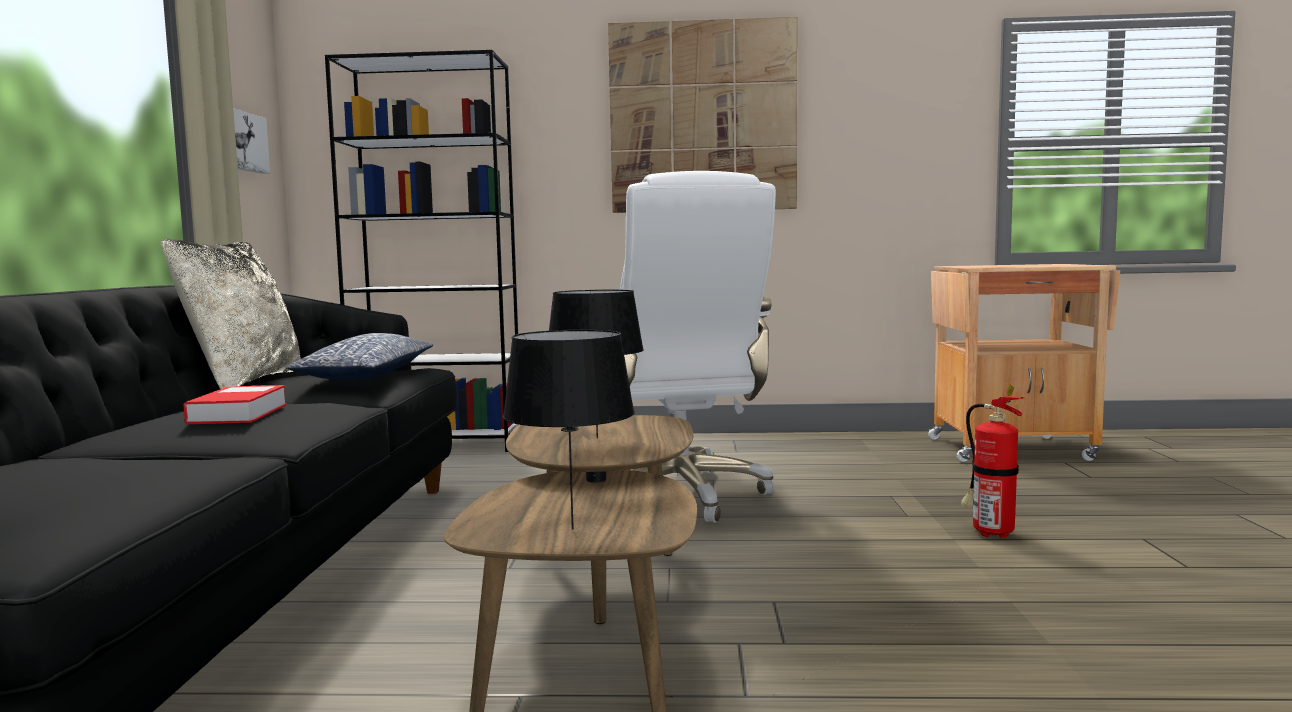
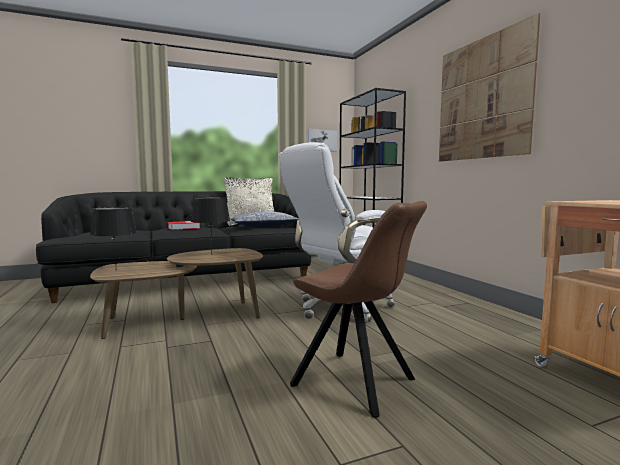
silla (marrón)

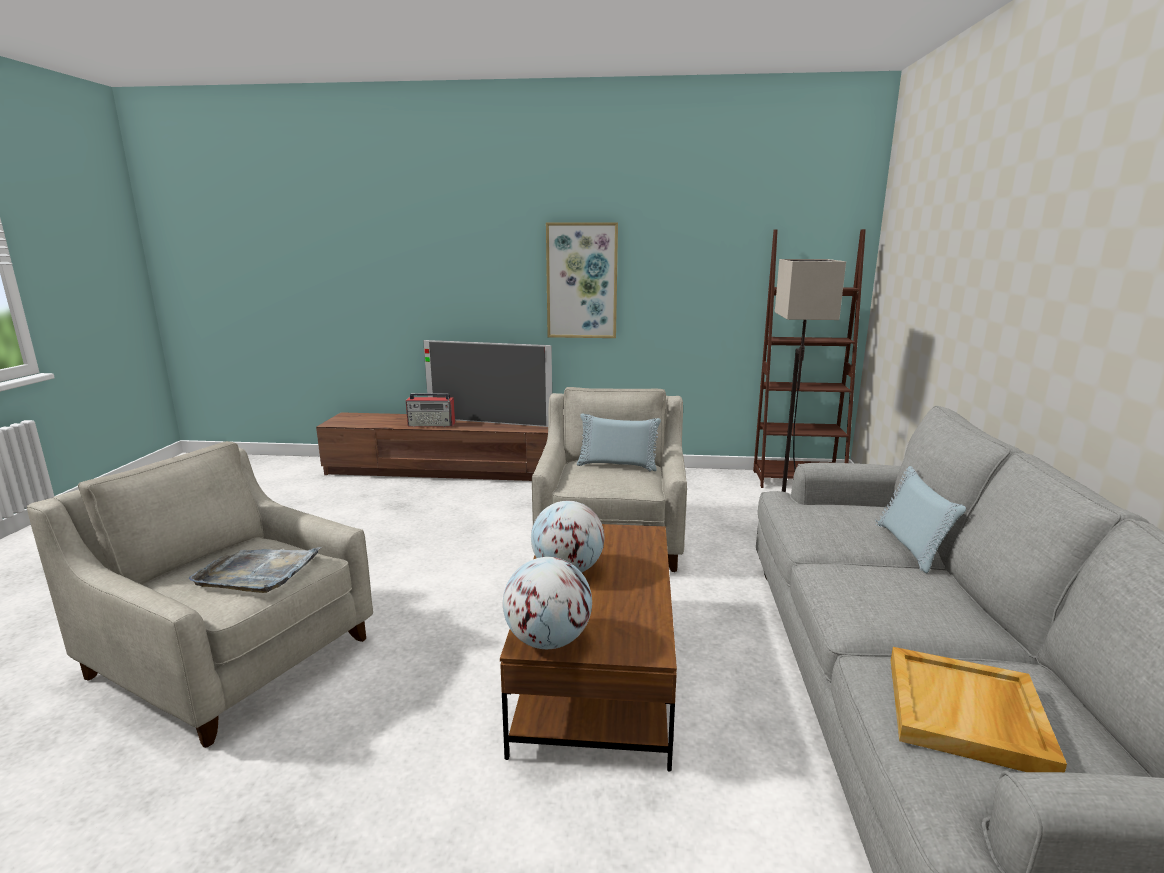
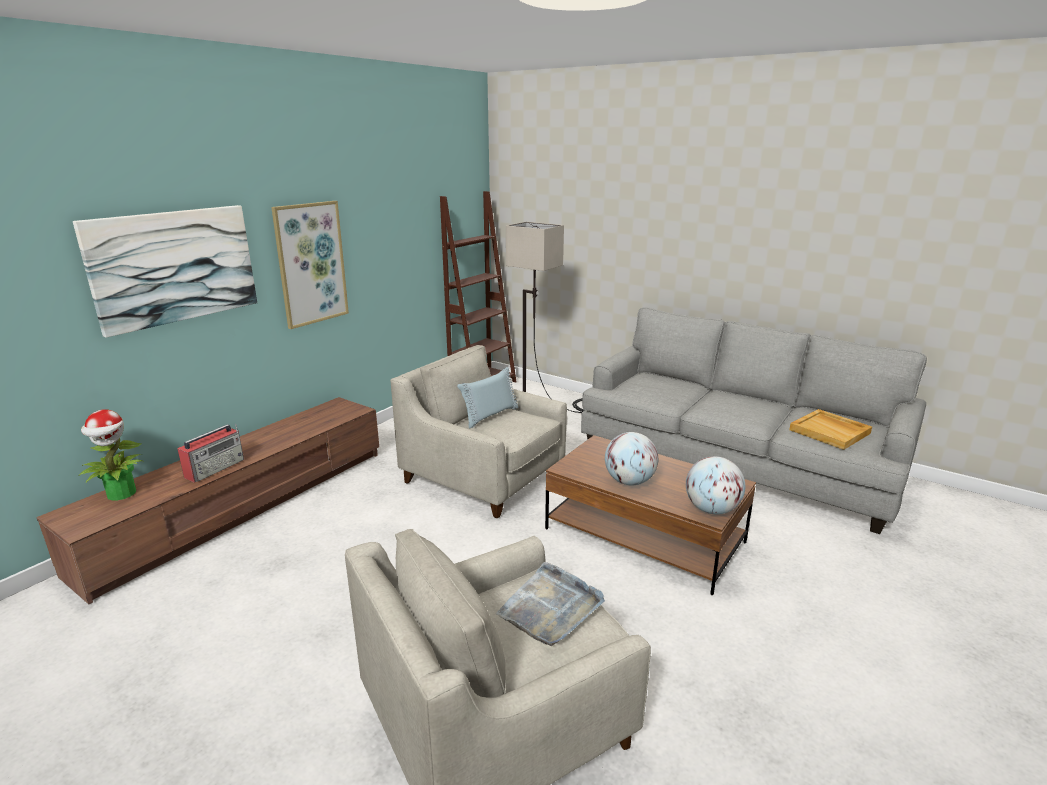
cuadro (no. 1 from left)
planta en maceta
televisor
cojín (azul) (no. 2 from left in the first image)

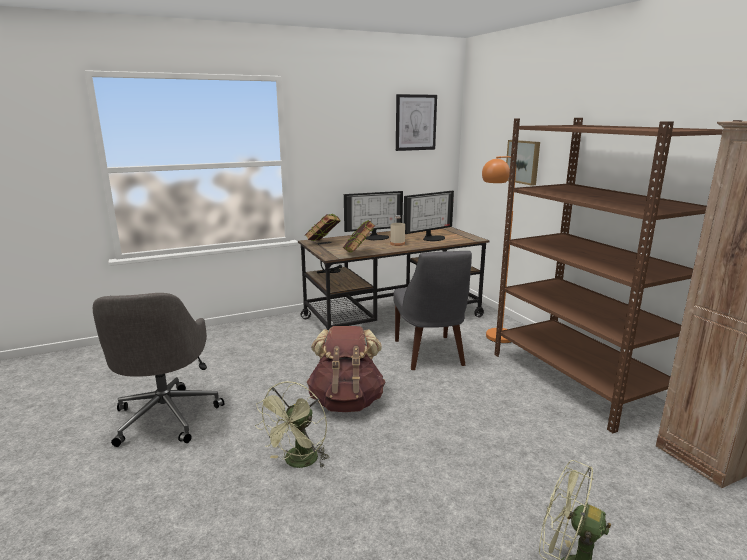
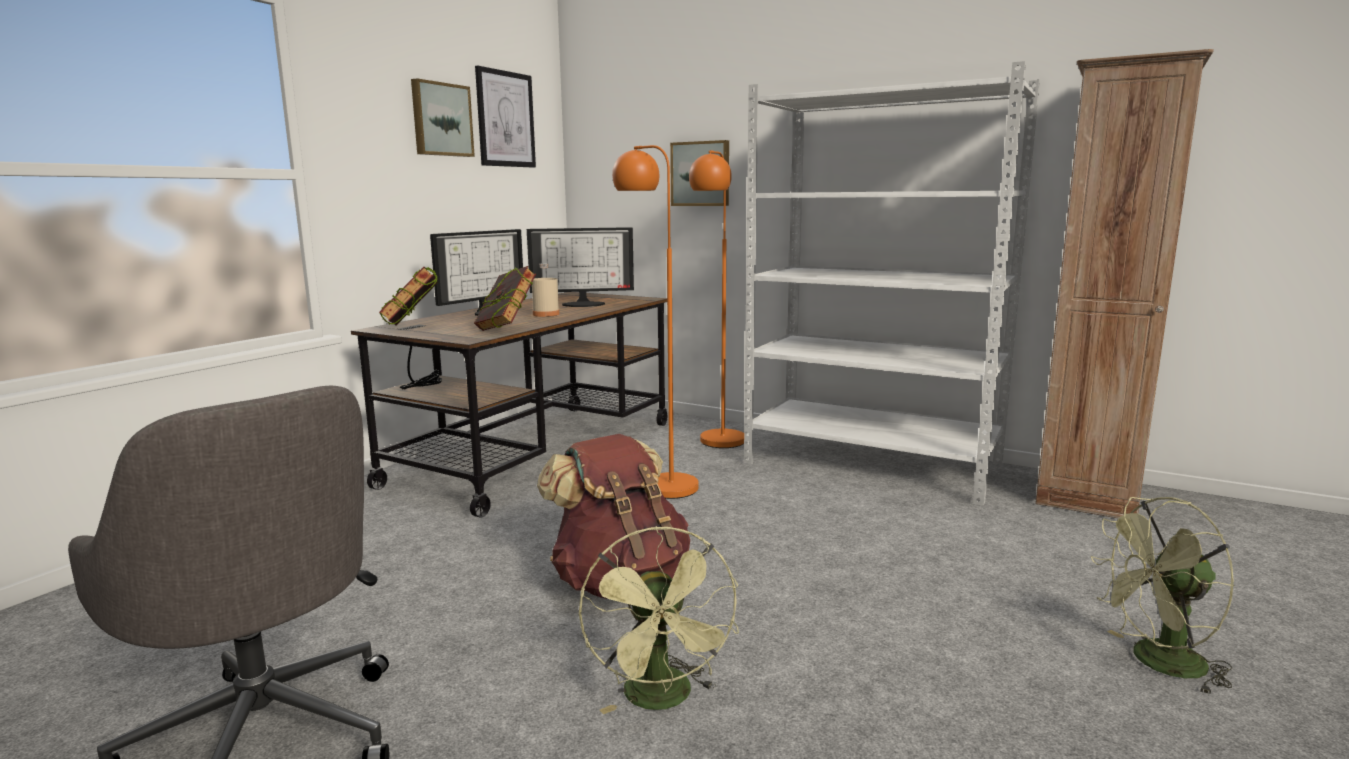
cuadro (no. 1 from left)
monitor (no. 2 from left)
lámpara de pie (naranja) (no. 1 from left)
estantería (blanco)

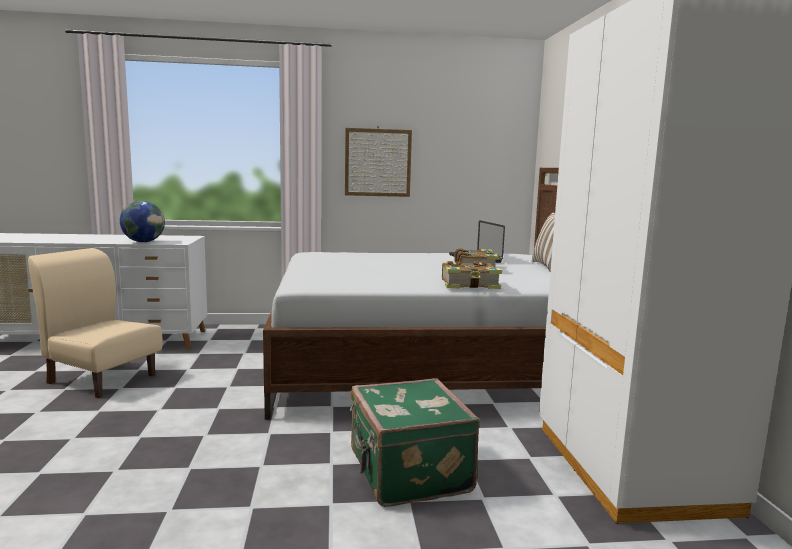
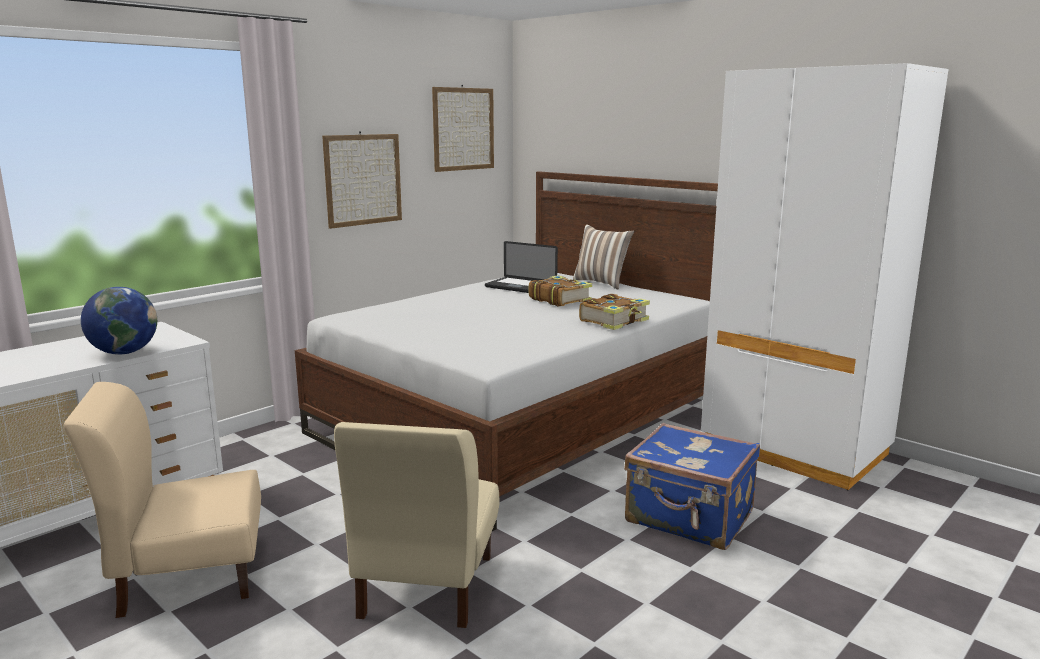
silla (beis) (no. 2 from left)
cuadro (no. 2 from left)
maleta (azul)

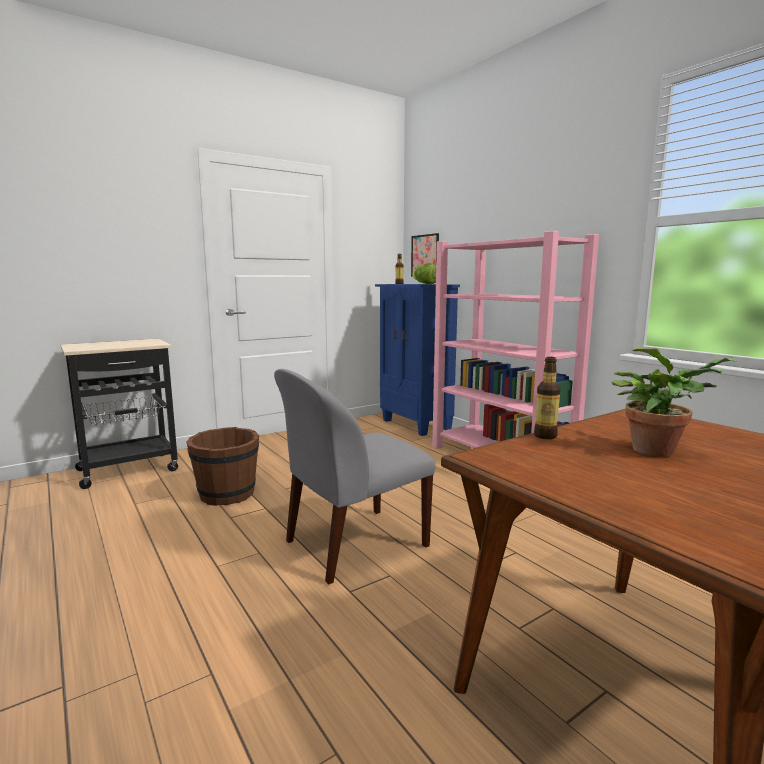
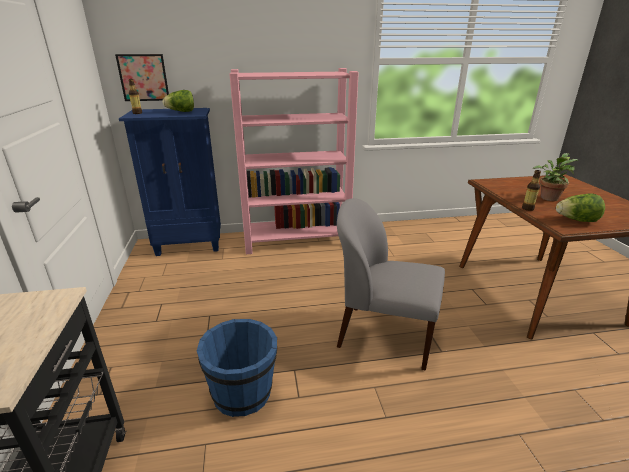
cubo (azul)
silla (gris)
lechuga (no. 2 from left)

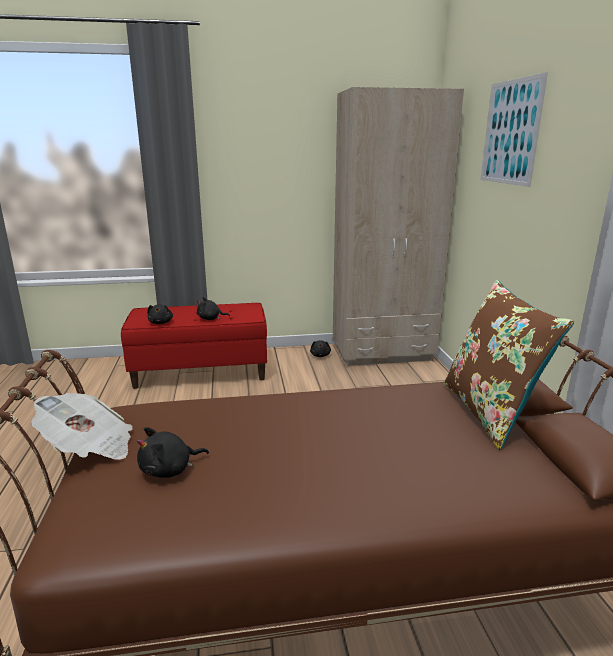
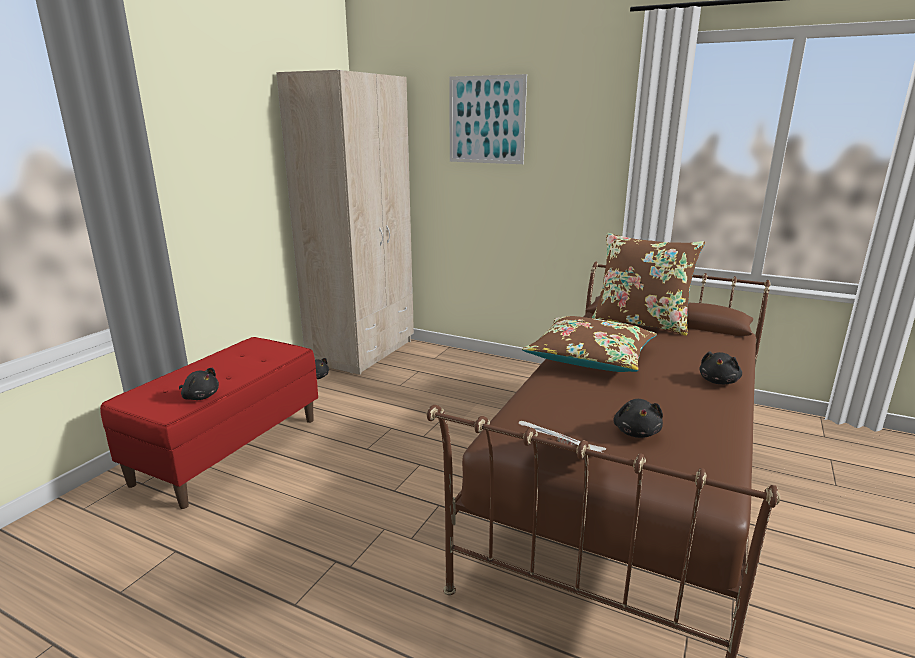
cojín (marrón) (no. 1 from left)
peluche (negro) (no. 4 from left)

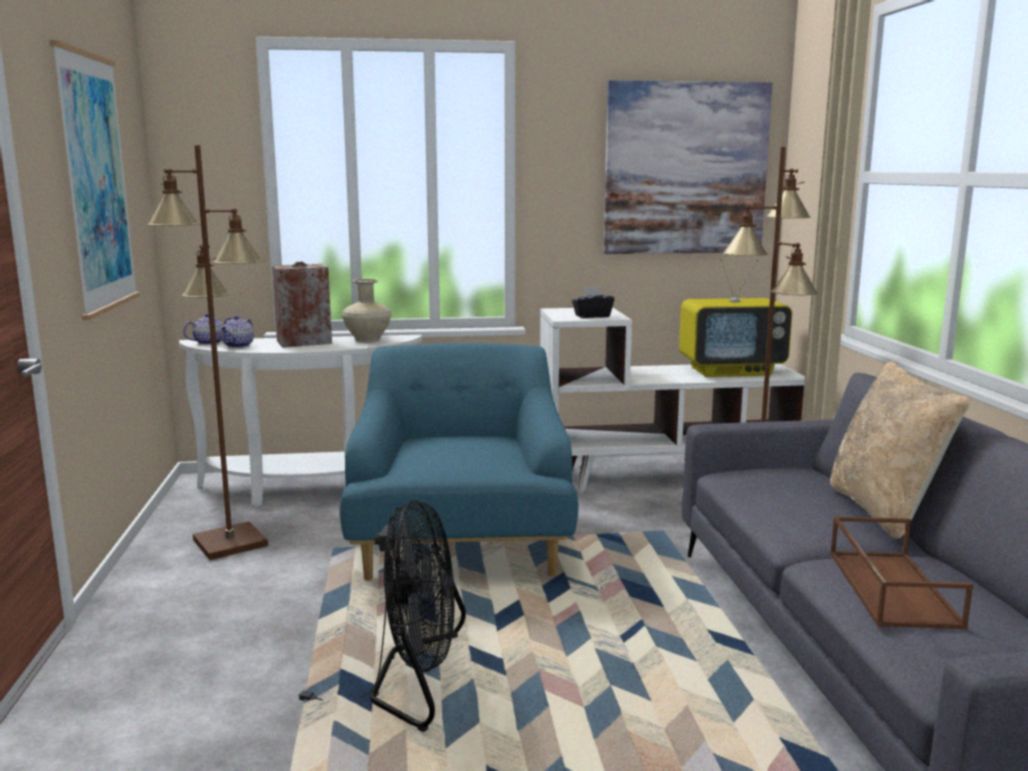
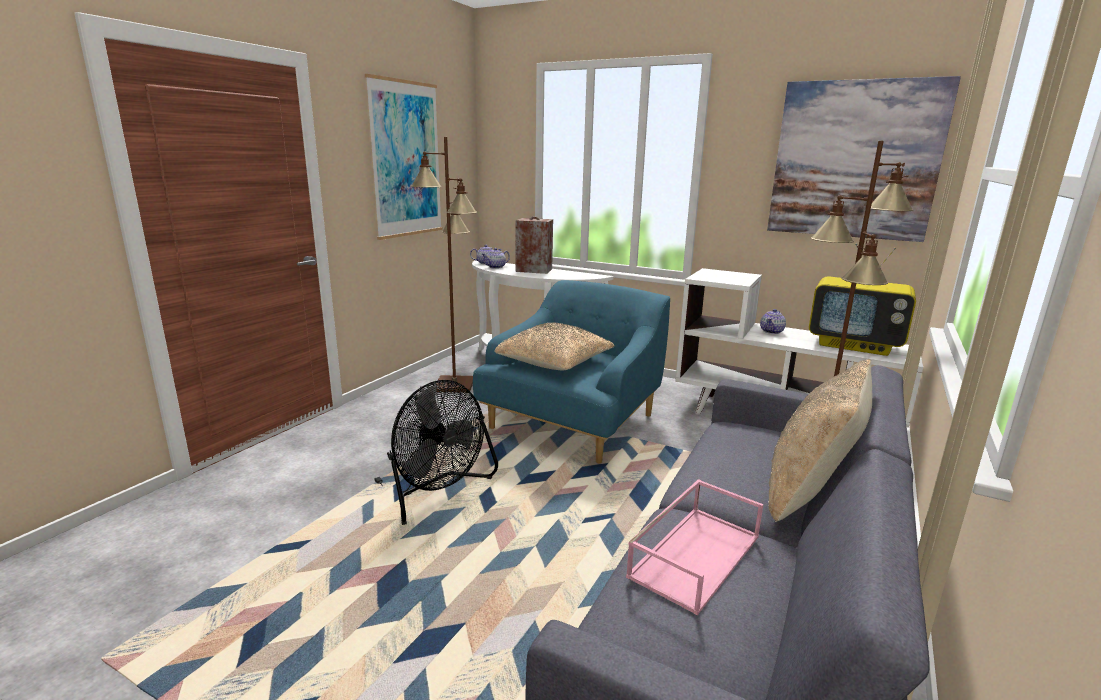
cojín (beis) (no. 1 from left)
bandeja (rosa)
tetera (no. 3 from left)
florero (beis)
caja de pañuelos (negro)

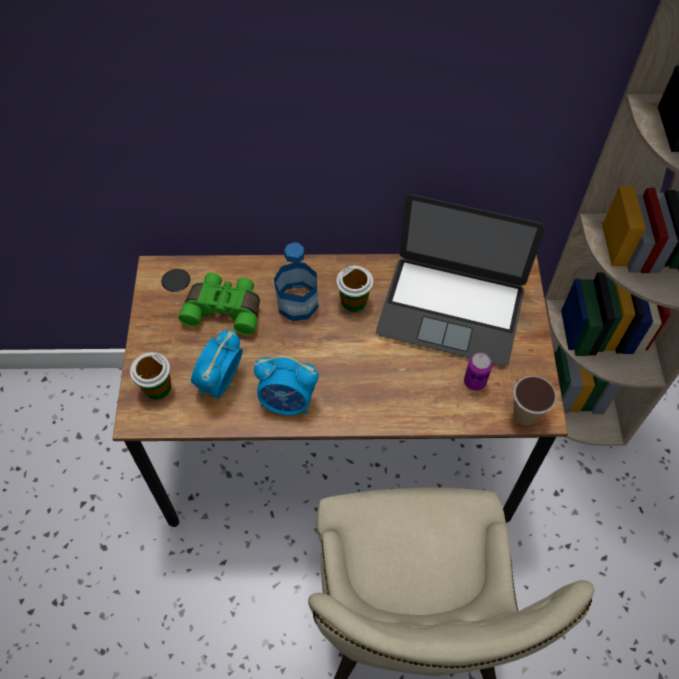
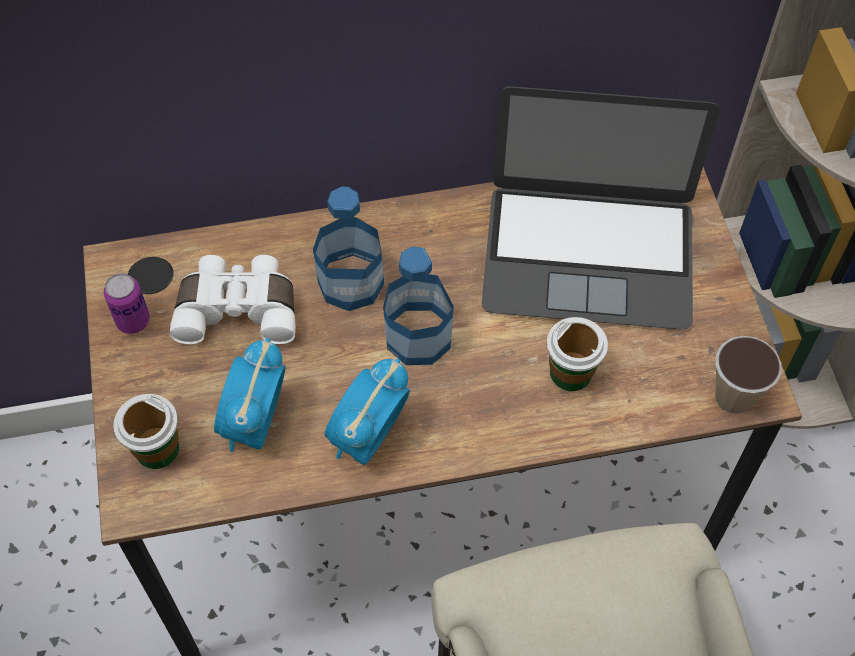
lata
prismáticos (blanco)
despertador (no. 2 from left)
botella (no. 2 from left)
taza (no. 2 from left)

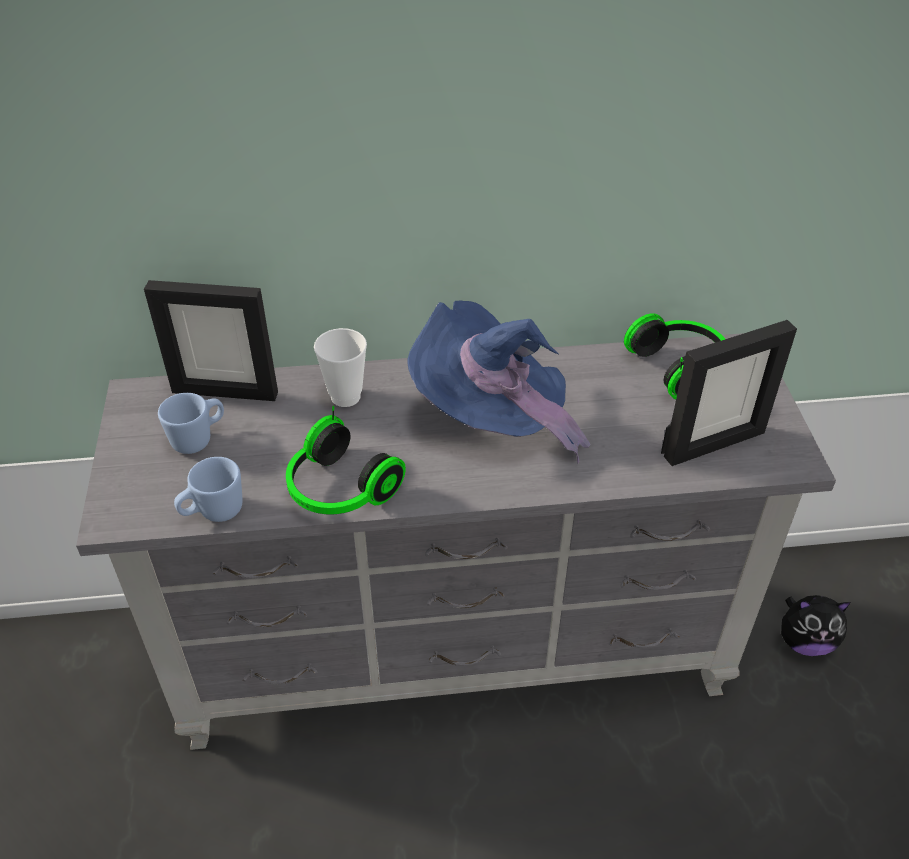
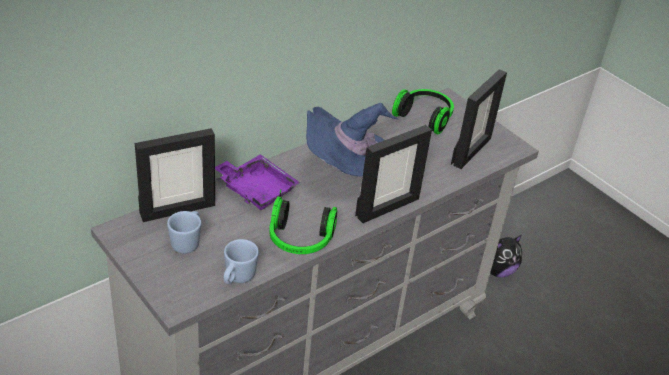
bandeja (morado)
portarretratos (no. 2 from left)

